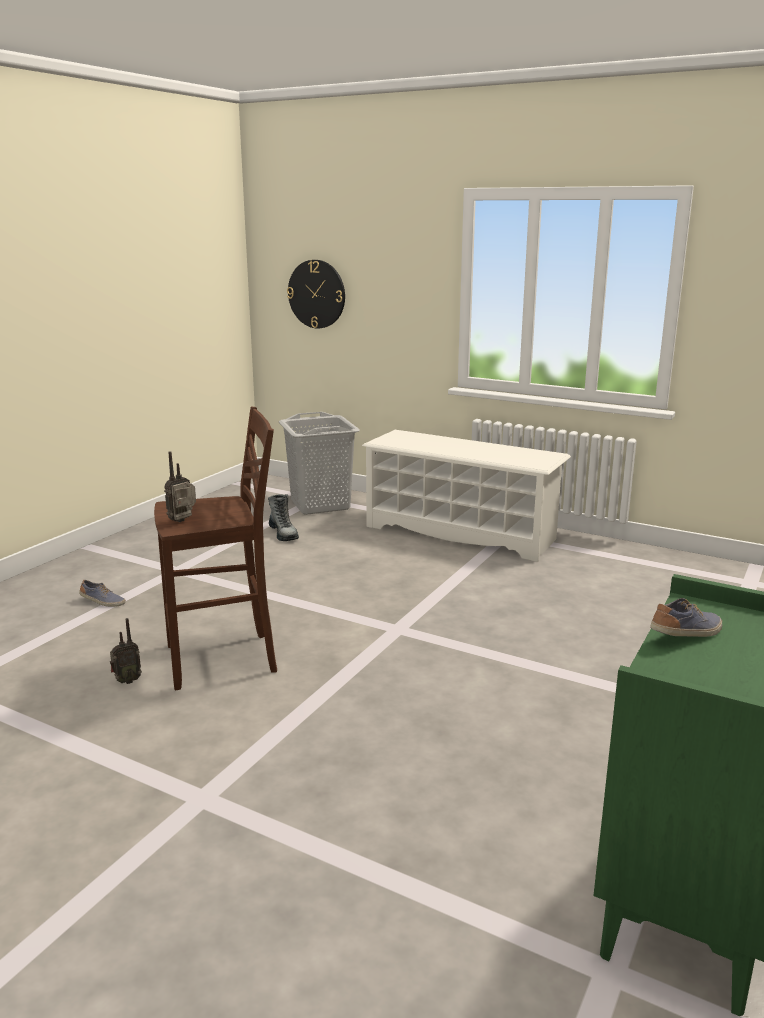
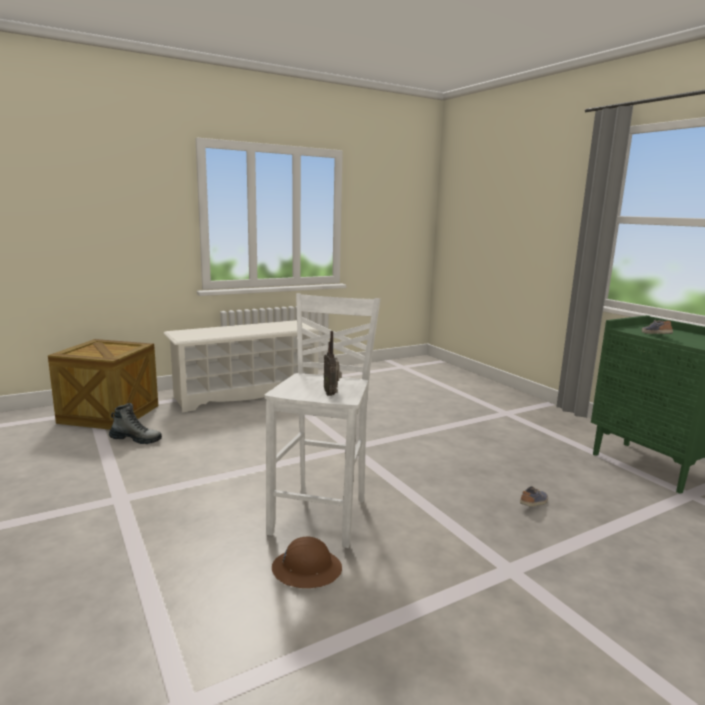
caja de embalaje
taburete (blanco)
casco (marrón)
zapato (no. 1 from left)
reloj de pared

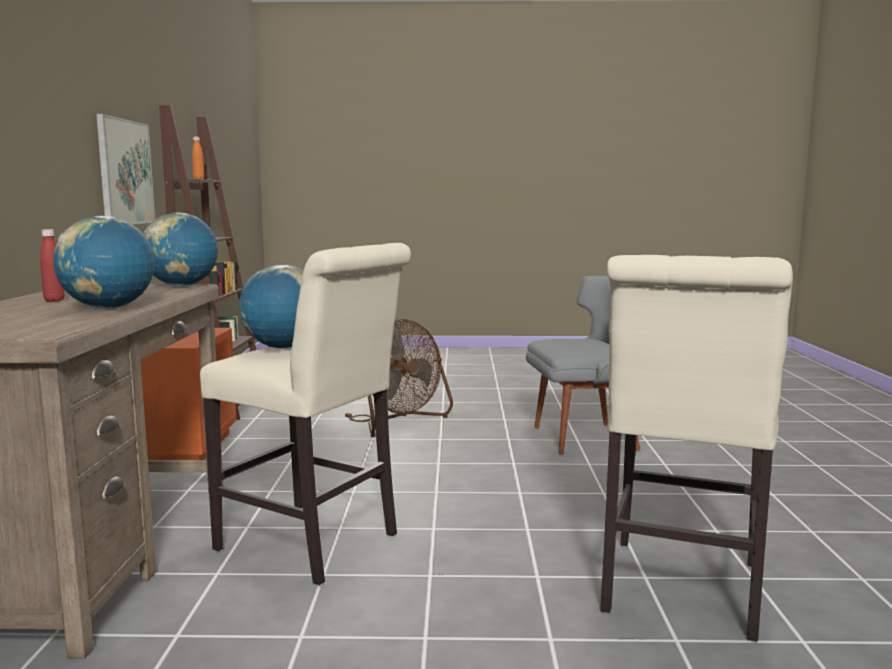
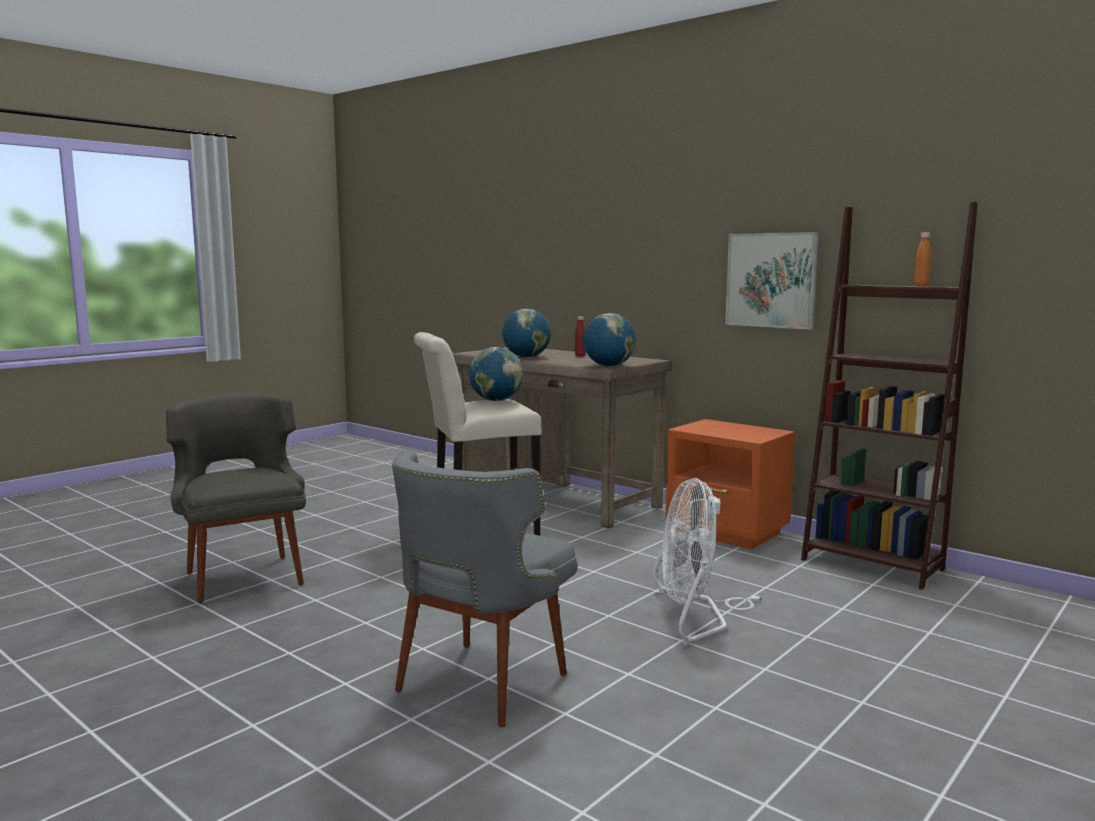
silla (gris) (no. 1 from left)
ventilador (blanco)

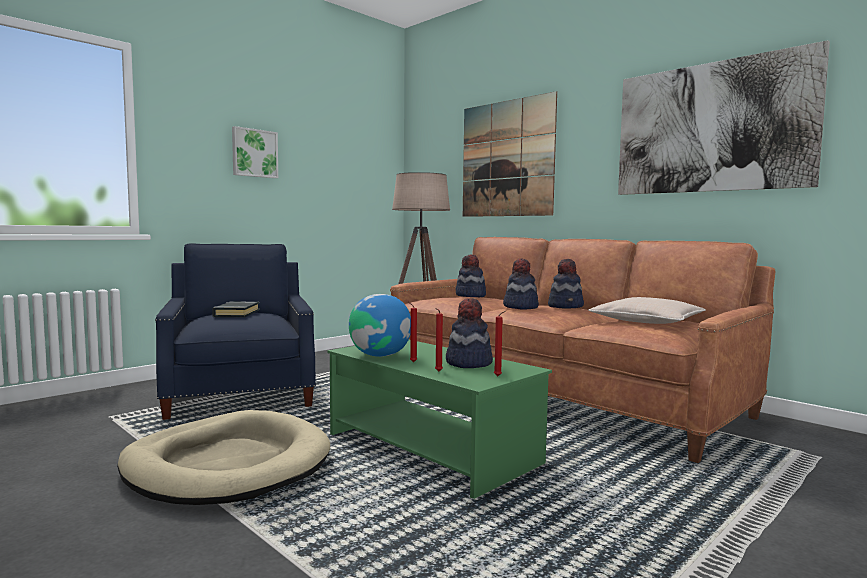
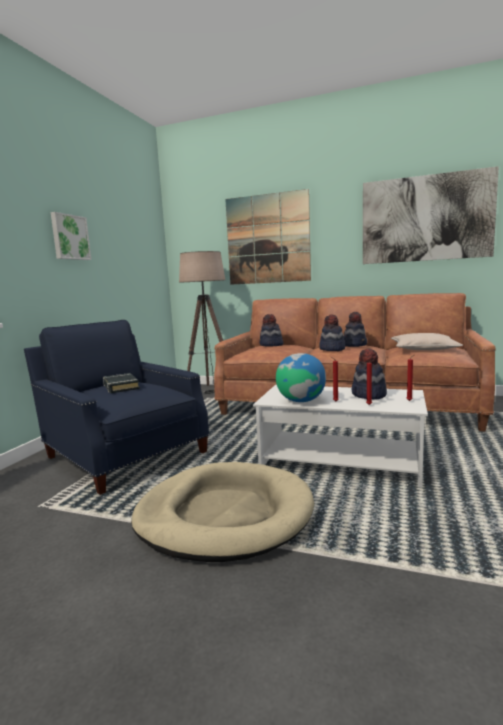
mesa de centro (blanco)

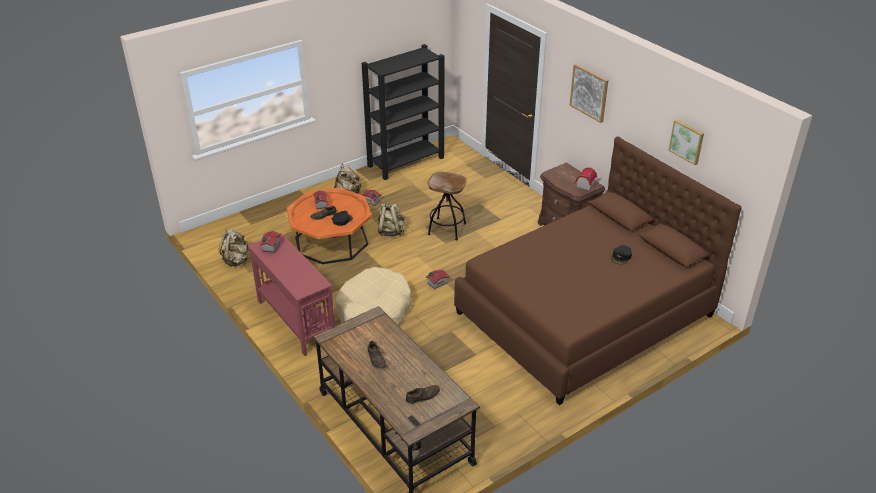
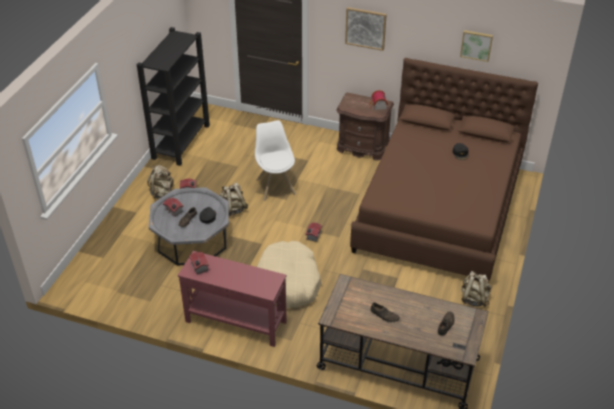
mesa de centro (gris)
silla (blanco)
mochila (beis) (no. 3 from left)

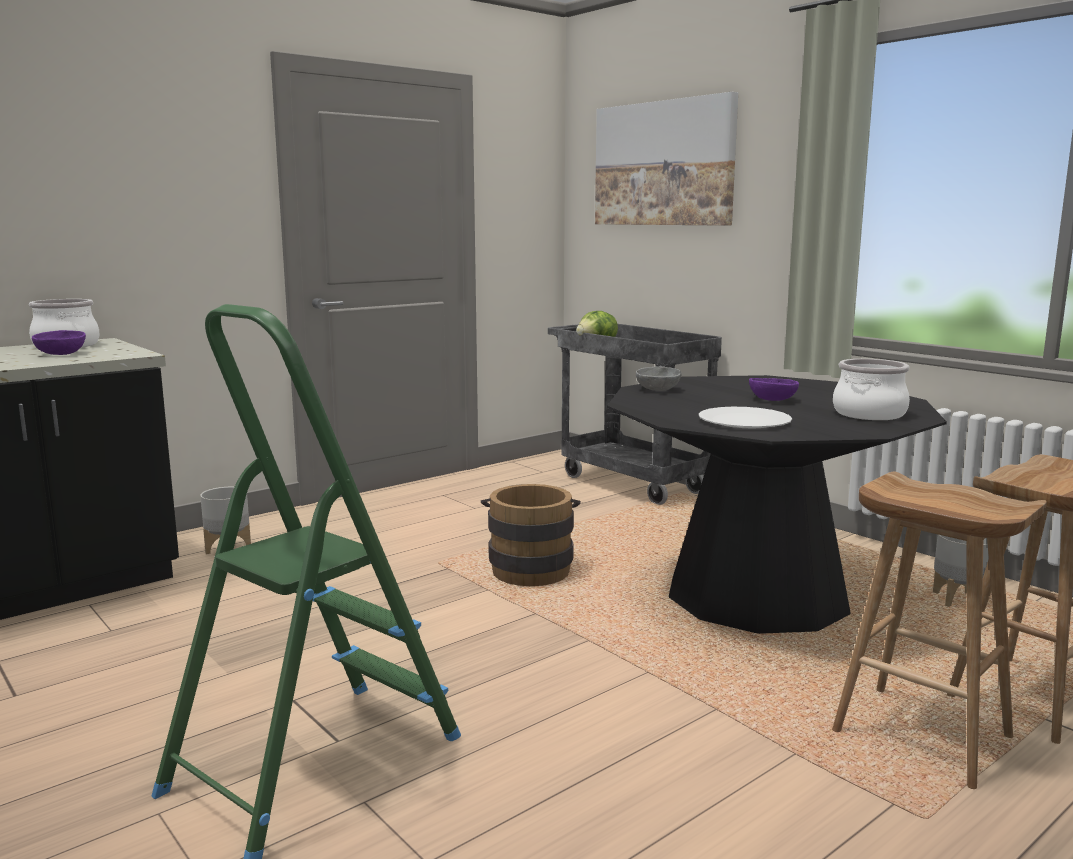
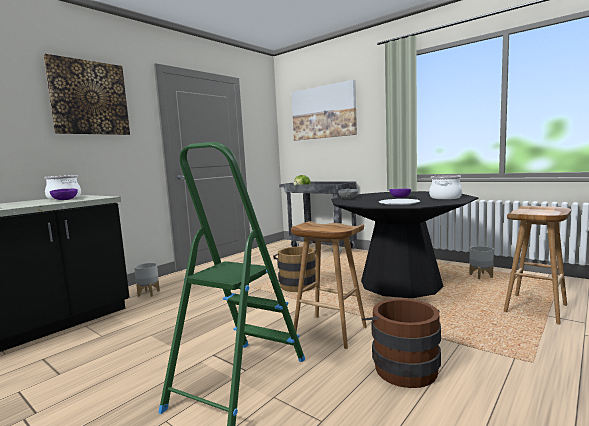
cuadro (no. 1 from left)
taburete (marrón) (no. 1 from left)
cubo (marrón) (no. 2 from left)

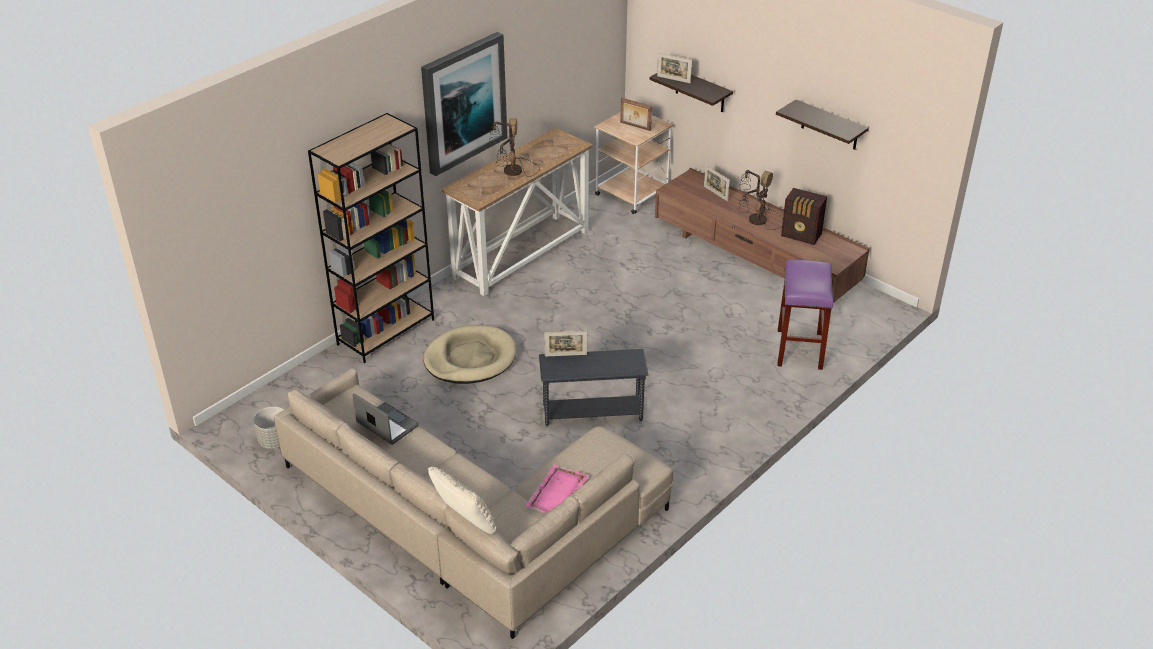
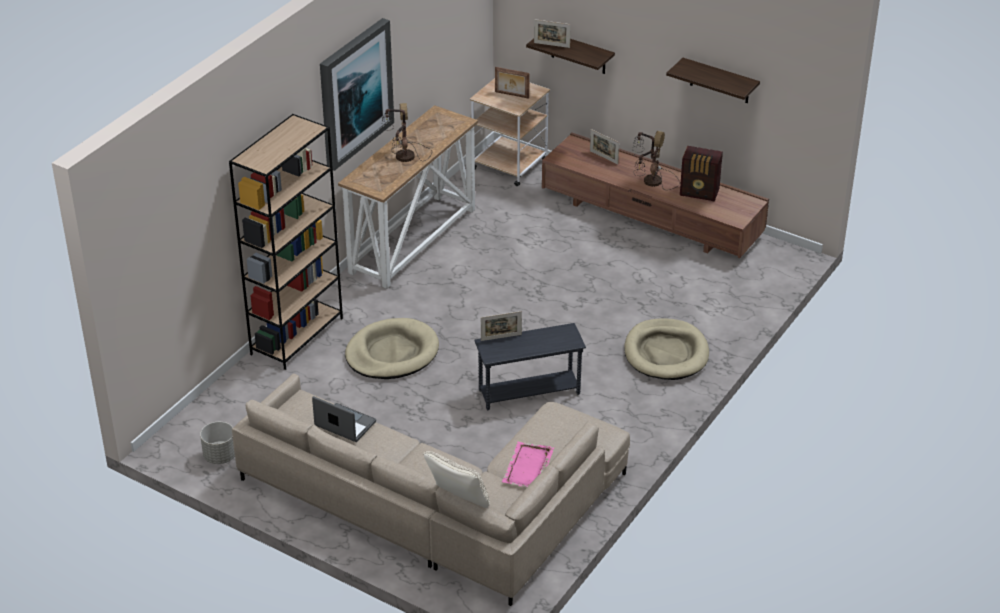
cama para perro (beis) (no. 2 from left)
taburete (morado)

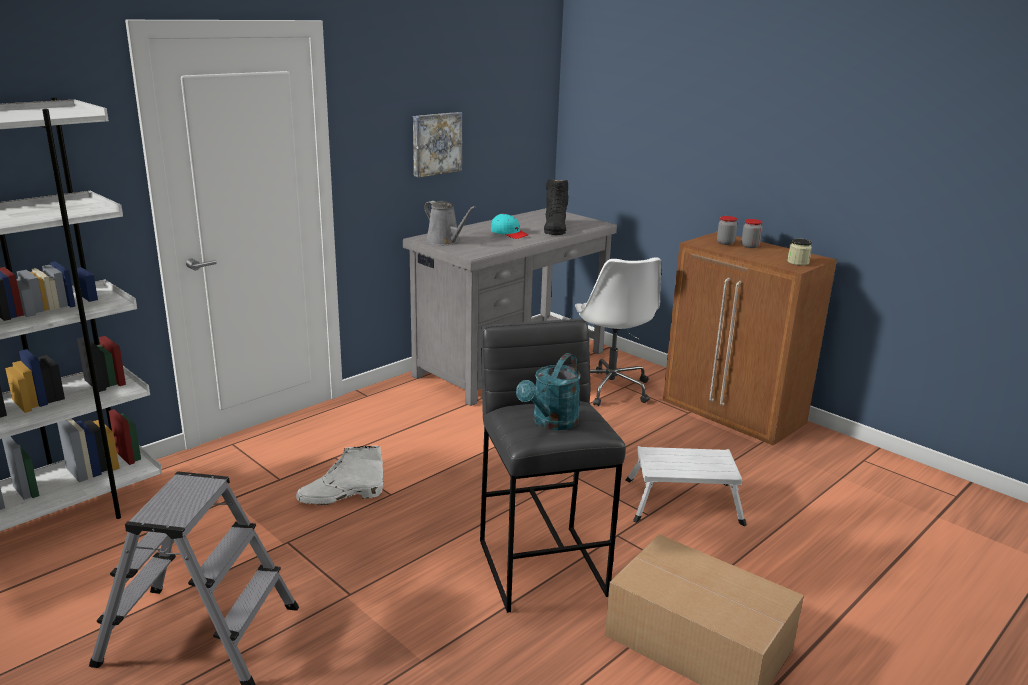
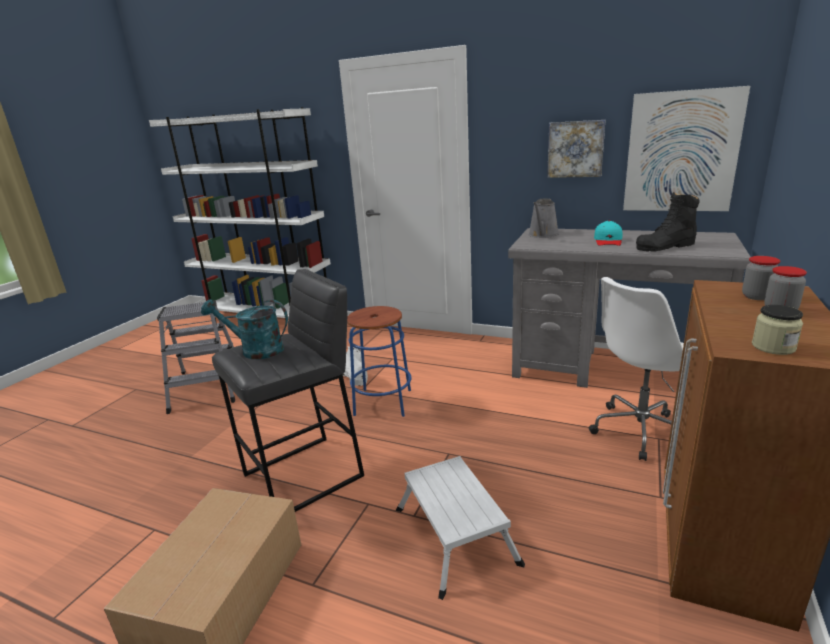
taburete (azul)
cuadro (no. 2 from left)

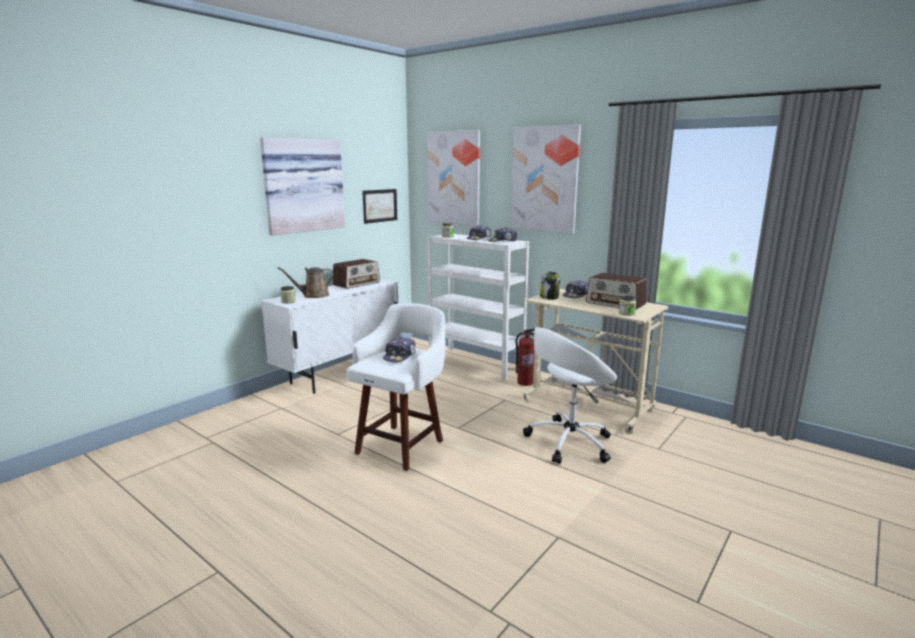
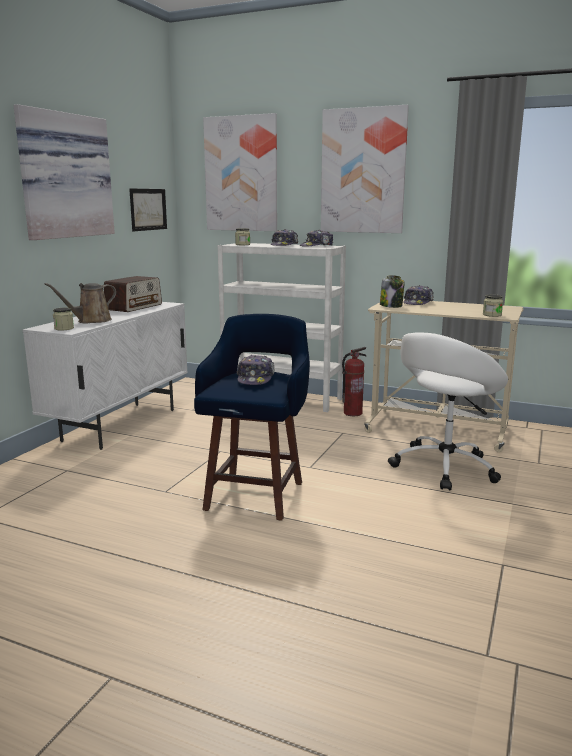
taburete (azul)
radio (no. 2 from left in the first image)

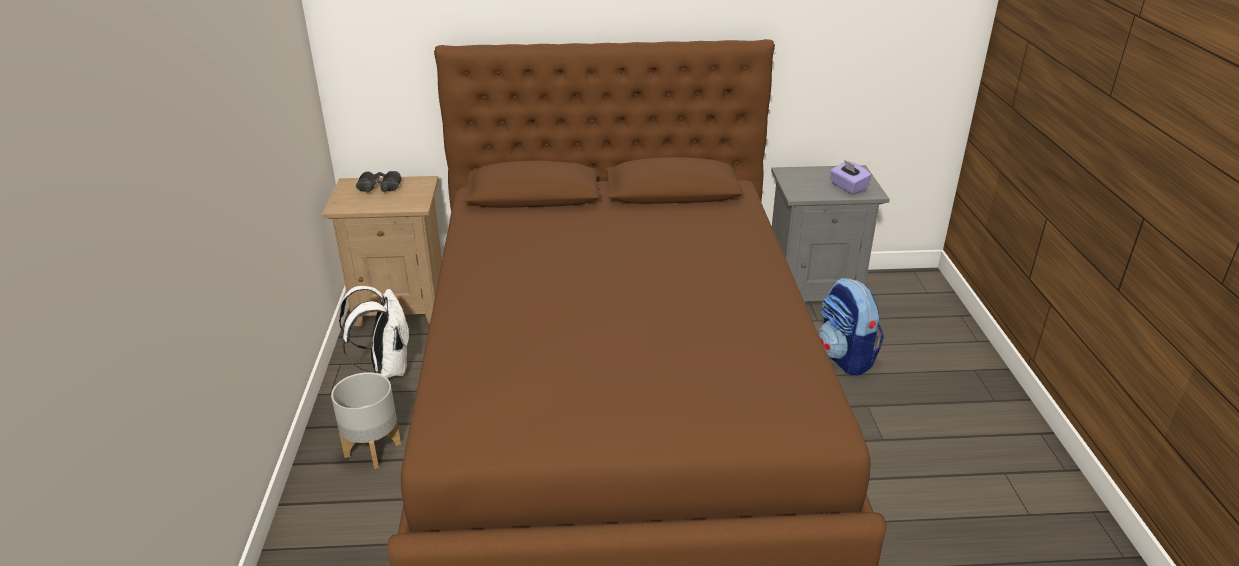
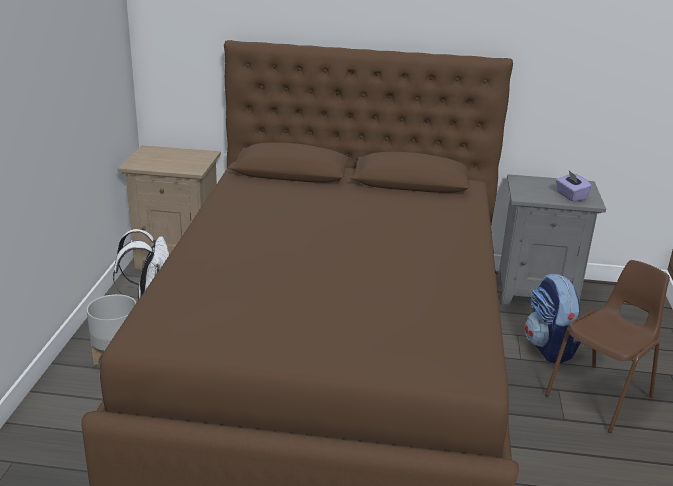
silla (marrón)
prismáticos (negro)

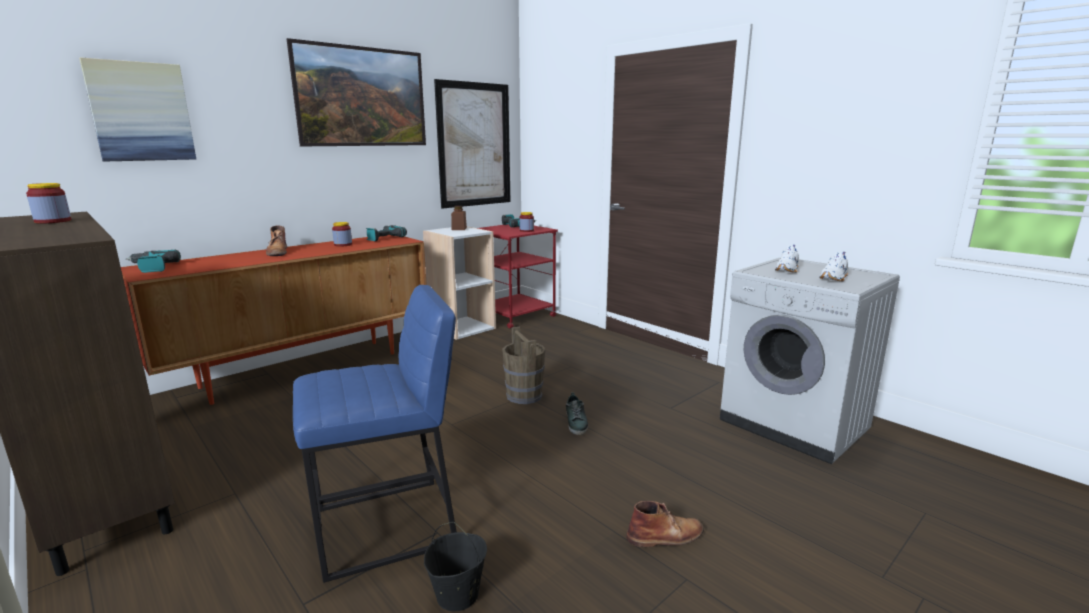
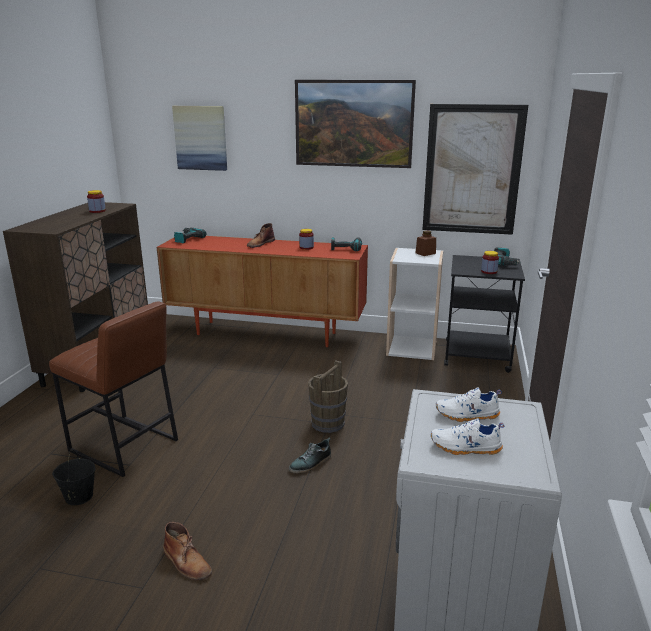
silla (marrón)
carrito (negro)

